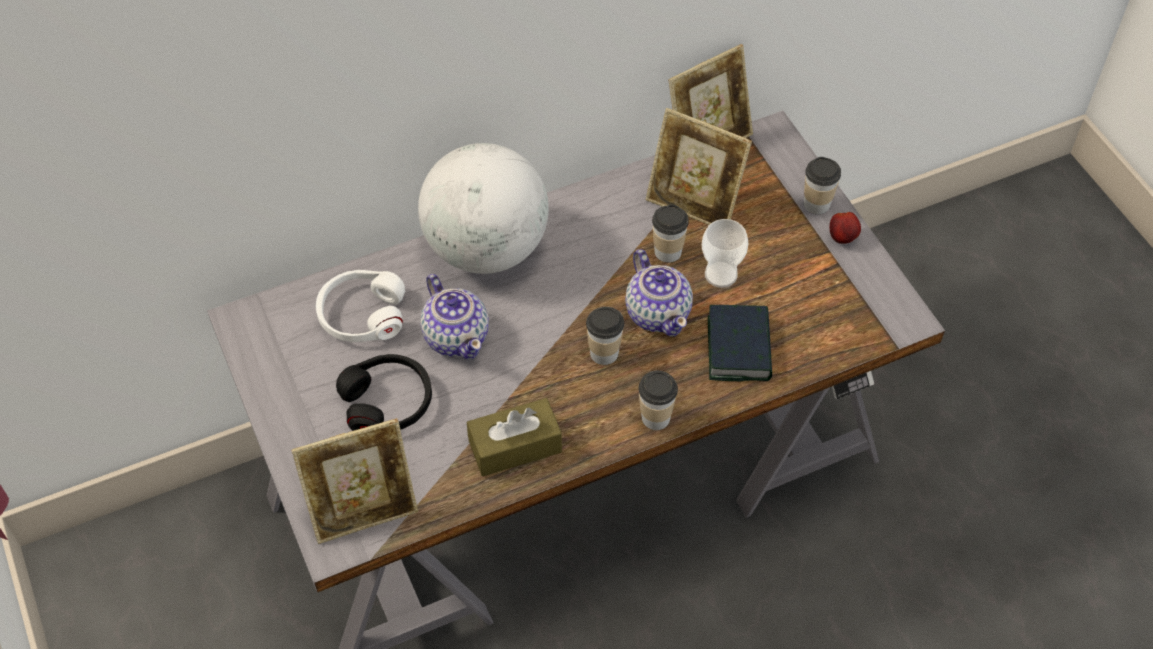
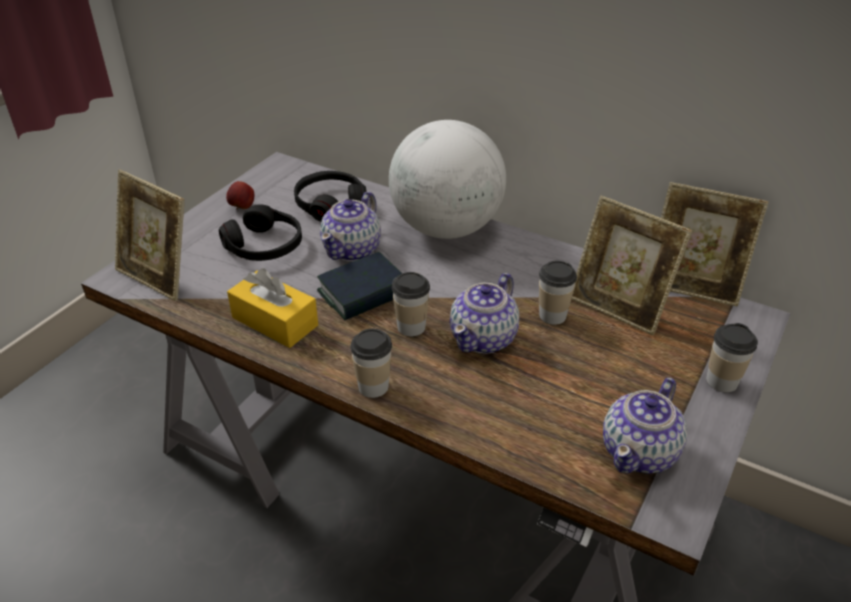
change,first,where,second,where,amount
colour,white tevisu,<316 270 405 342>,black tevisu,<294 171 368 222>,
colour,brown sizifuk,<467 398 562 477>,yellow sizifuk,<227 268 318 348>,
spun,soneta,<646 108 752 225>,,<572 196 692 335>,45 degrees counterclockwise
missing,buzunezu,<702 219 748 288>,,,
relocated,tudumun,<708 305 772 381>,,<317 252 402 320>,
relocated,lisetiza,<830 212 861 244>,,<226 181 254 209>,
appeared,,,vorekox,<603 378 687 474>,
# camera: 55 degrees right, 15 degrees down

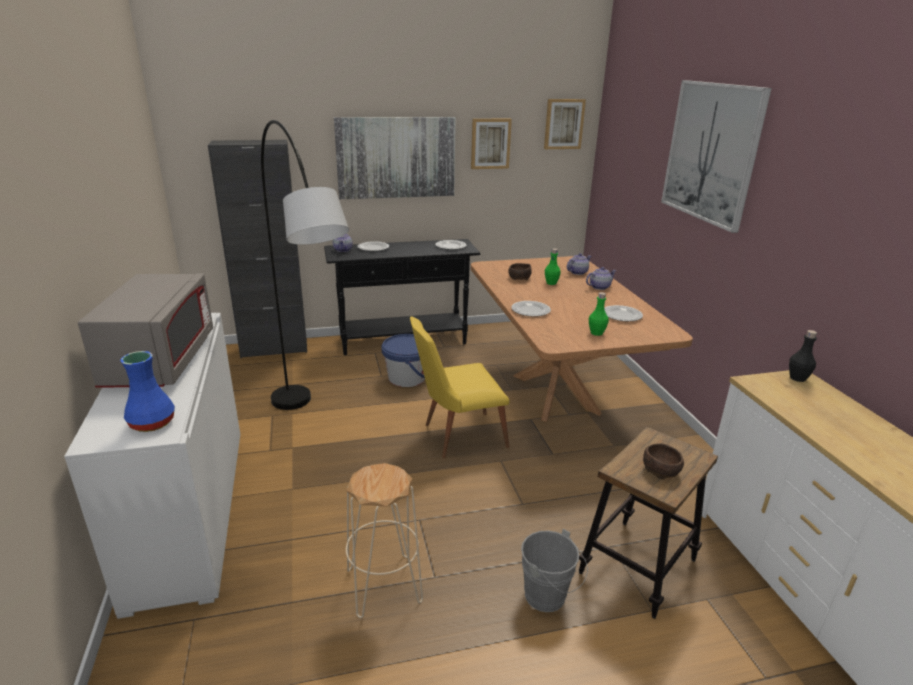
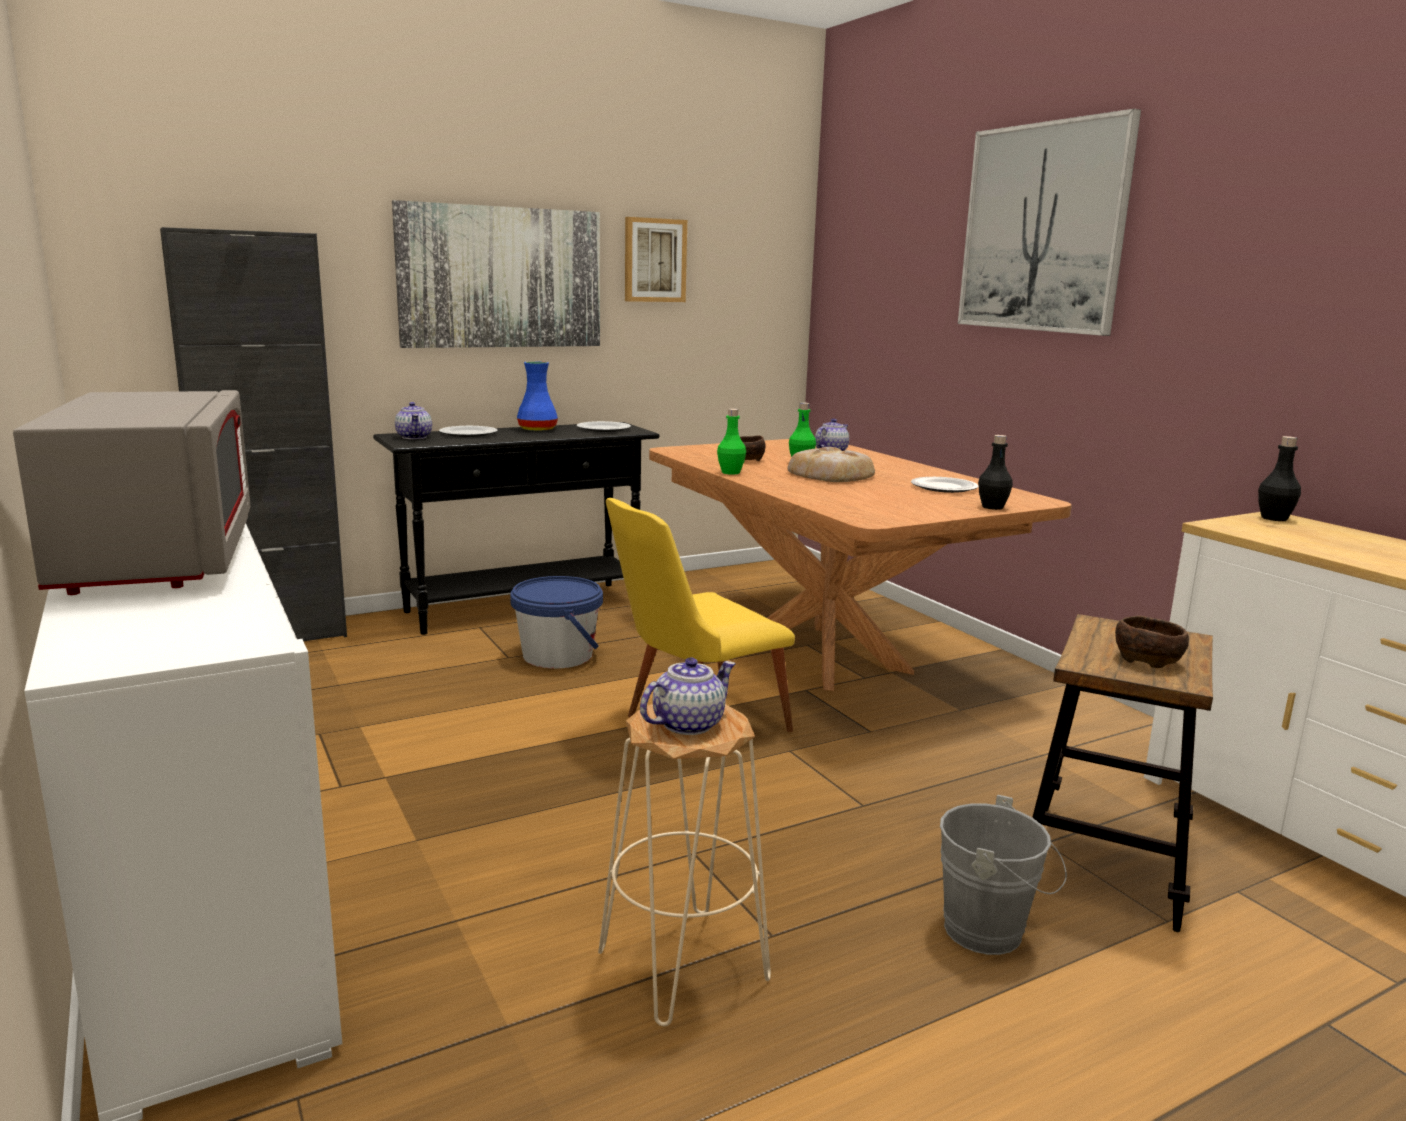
change,first,where,second,where,amount
relocated,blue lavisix,<120 351 175 432>,,<517 361 558 431>,
missing,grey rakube,<261 120 349 410>,,,
missing,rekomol,<511 301 551 317>,,,
missing,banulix,<544 99 586 149>,,,
relocated,vorekox,<586 267 617 290>,,<640 658 736 735>,
relocated,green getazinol,<589 292 609 336>,,<717 409 746 475>,
appeared,,,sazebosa,<787 447 875 482>,
appeared,,,black getazinol,<978 435 1013 510>,
# camera: 15 degrees left, 10 degrees down

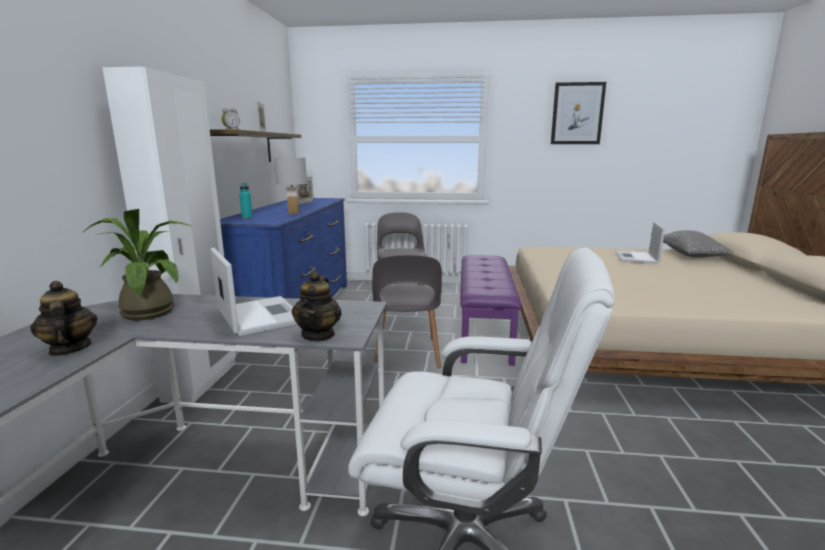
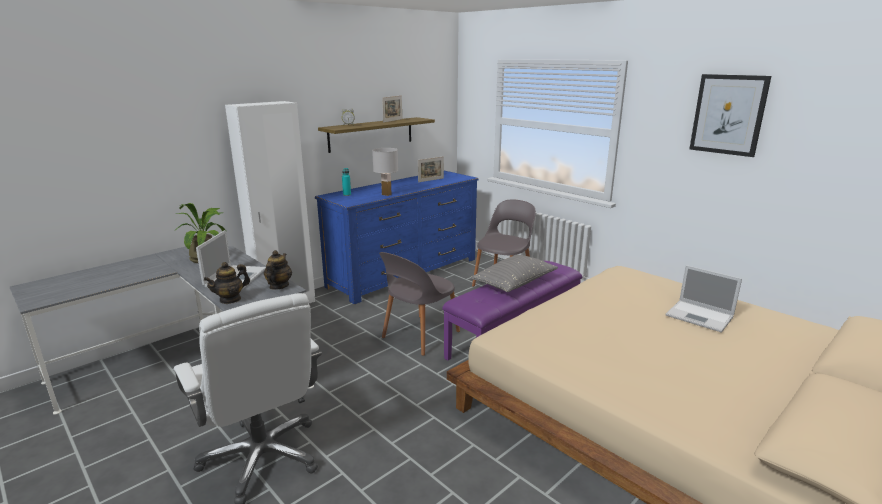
change,first,where,second,where,amount
relocated,vorekox,<30 281 98 356>,,<264 250 292 290>,
spun,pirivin,<616 222 665 264>,,<666 265 742 333>,105 degrees counterclockwise
relocated,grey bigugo,<663 230 733 258>,,<471 255 558 292>,
# camera: 40 degrees right, 5 degrees up

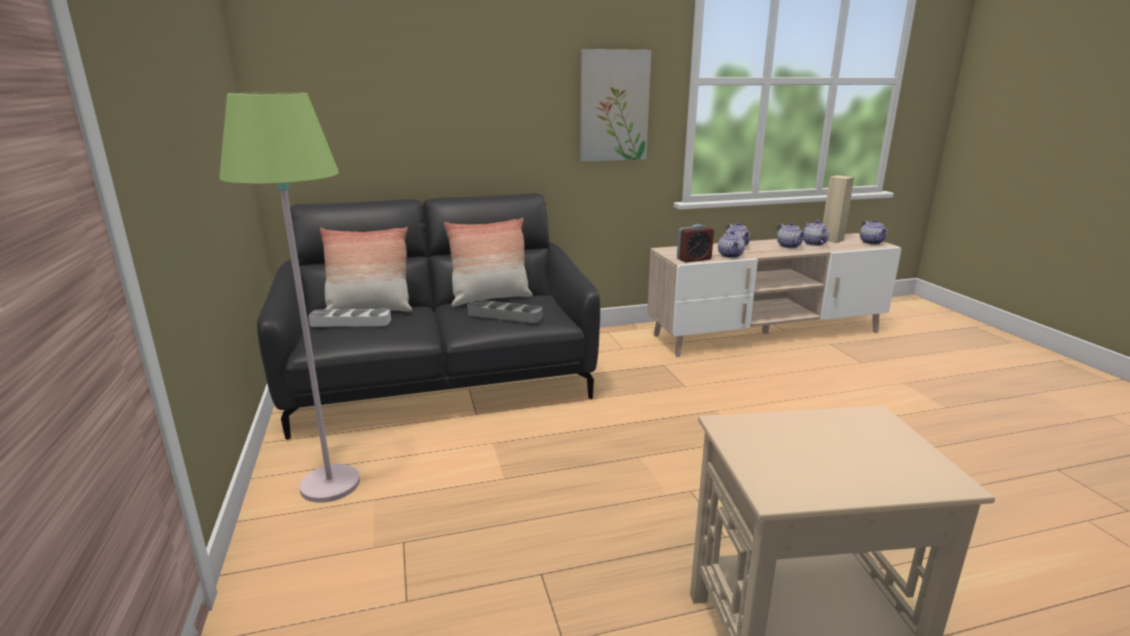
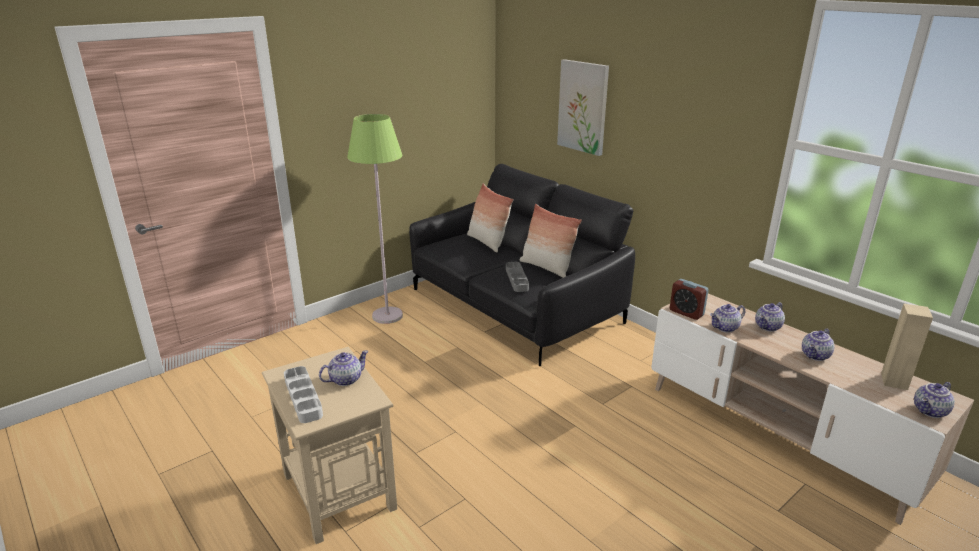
change,first,where,second,where,amount
relocated,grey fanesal,<308 309 391 327>,,<284 366 323 423>,
relocated,banulix,<580 49 651 161>,,<557 59 609 156>,
relocated,vorekox,<803 220 829 246>,,<319 350 369 386>,
# camera: 65 degrees right, 5 degrees up

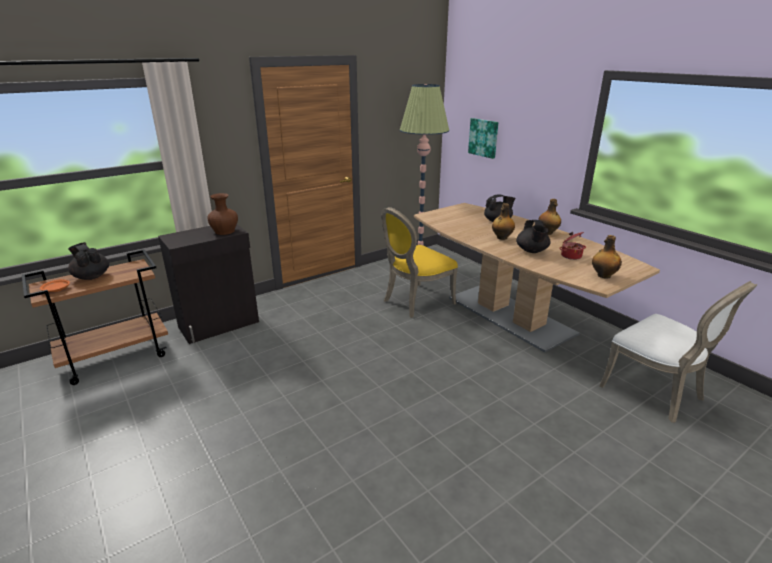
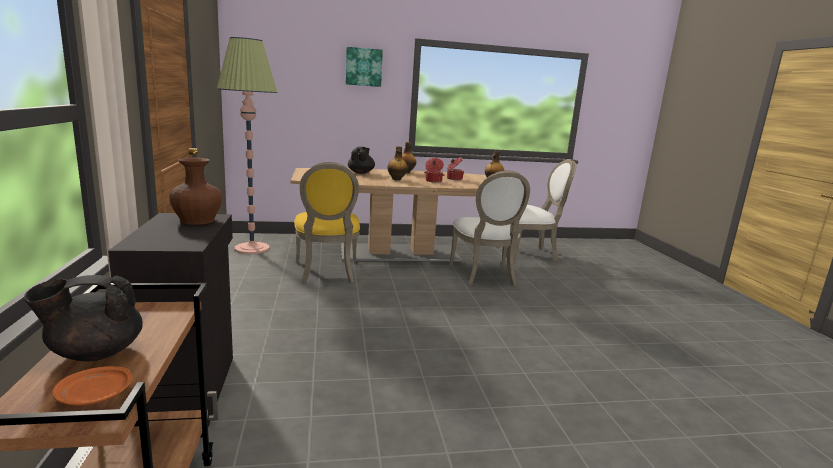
change,first,where,second,where,amount
relocated,banulix,<468 118 498 159>,,<346 47 383 87>,
exchanged,black vorekox,<516 220 551 253>,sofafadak,<424 158 445 183>,
appeared,,,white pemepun,<449 170 530 285>,
# camera: 65 degrees left, 10 degrees down

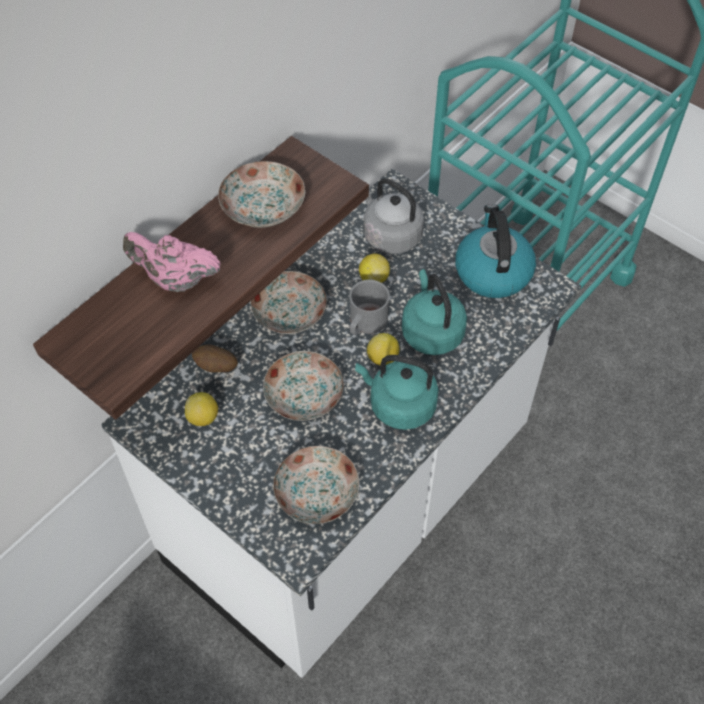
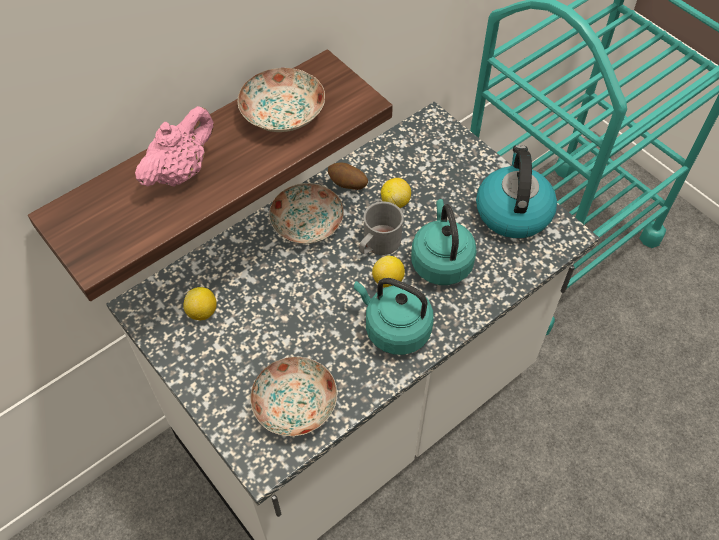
change,first,where,second,where,amount
spun,pink vorekox,<123 232 221 292>,,<135 106 214 187>,105 degrees clockwise
relocated,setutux,<192 345 238 372>,,<328 163 368 190>,
missing,rekomol,<263 351 343 421>,,,
missing,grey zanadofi,<364 178 424 254>,,,
# camera: 10 degrees right, 0 degrees up

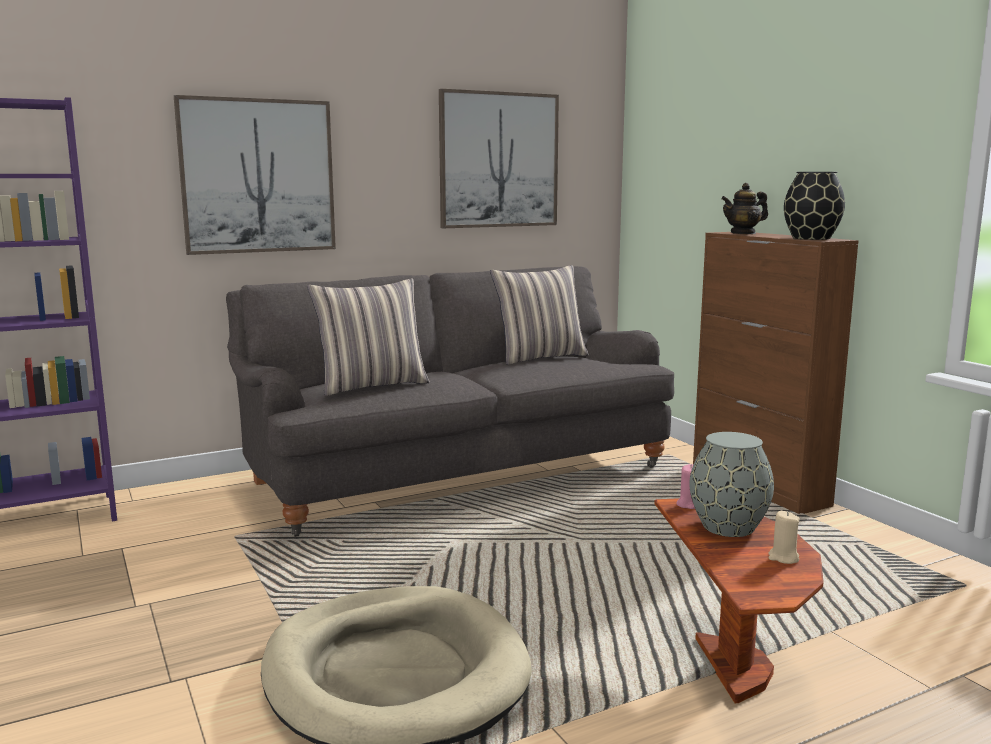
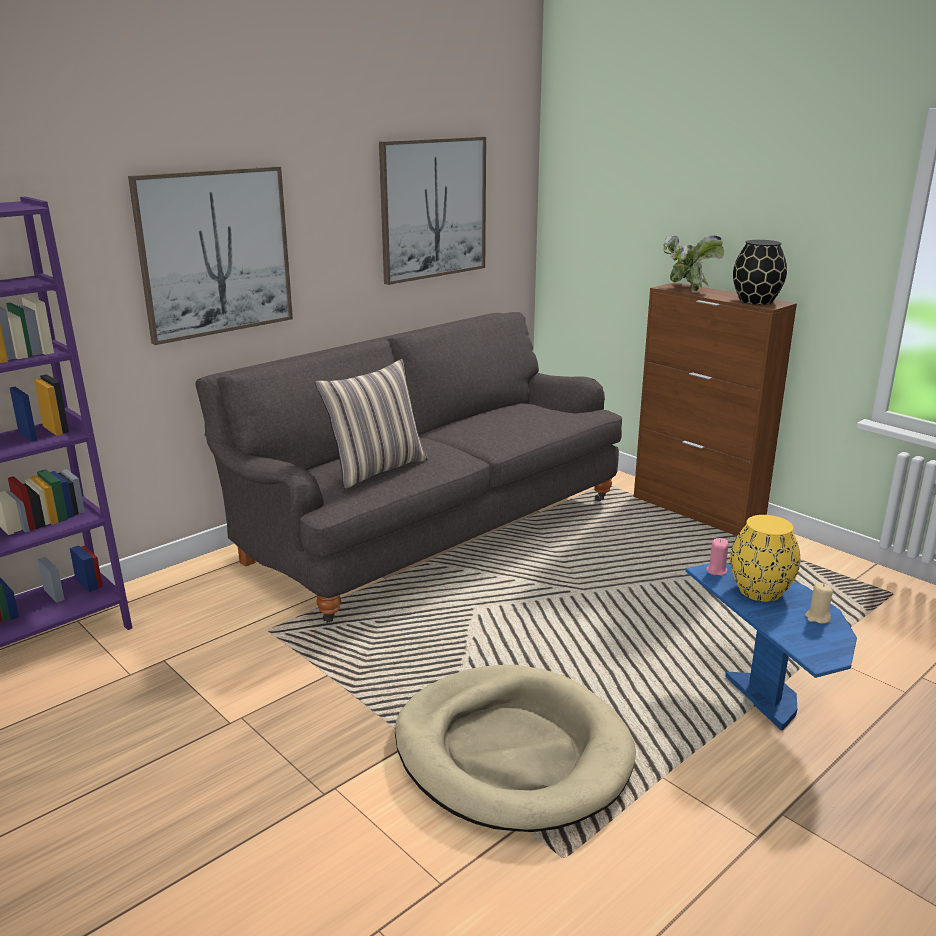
change,first,where,second,where,amount
missing,bigugo,<490 265 589 365>,,,
colour,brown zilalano,<654 498 824 703>,blue zilalano,<686 563 857 730>,
colour,grey lavisix,<689 432 774 537>,yellow lavisix,<730 515 801 602>,
exchanged,vorekox,<721 183 768 234>,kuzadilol,<663 236 724 291>,
# camera: 15 degrees left, 10 degrees up

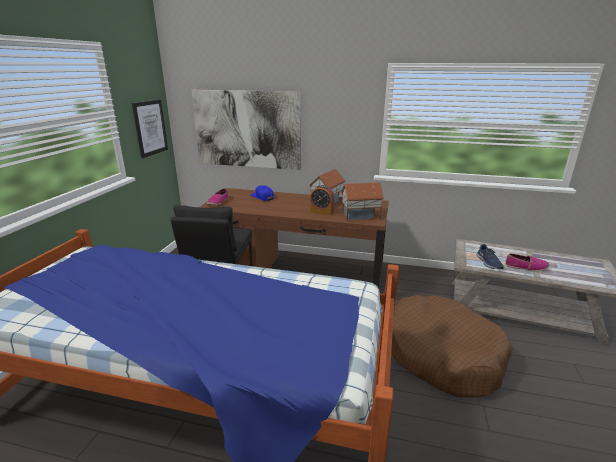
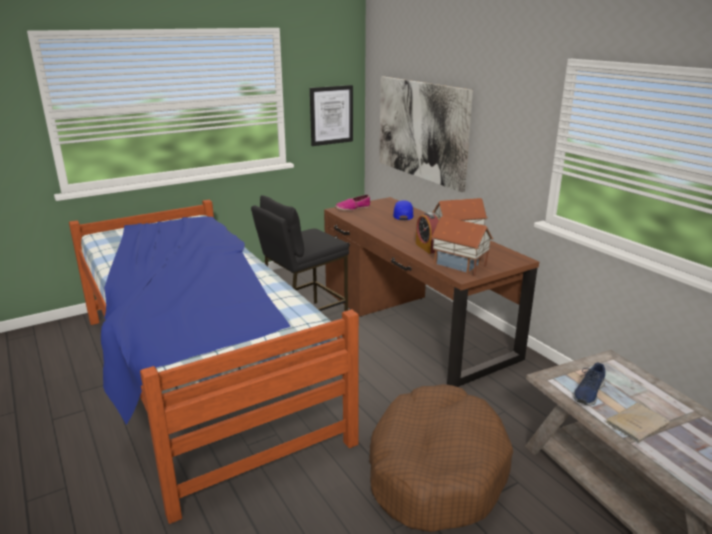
change,first,where,second,where,amount
exchanged,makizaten,<505 254 549 272>,beige tudumun,<606 403 670 443>,
# camera: 45 degrees right, 0 degrees up

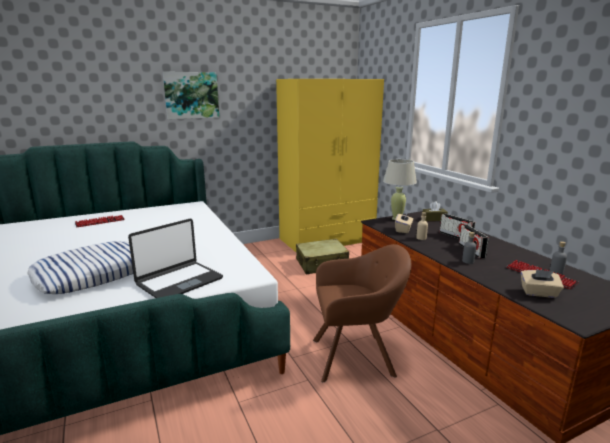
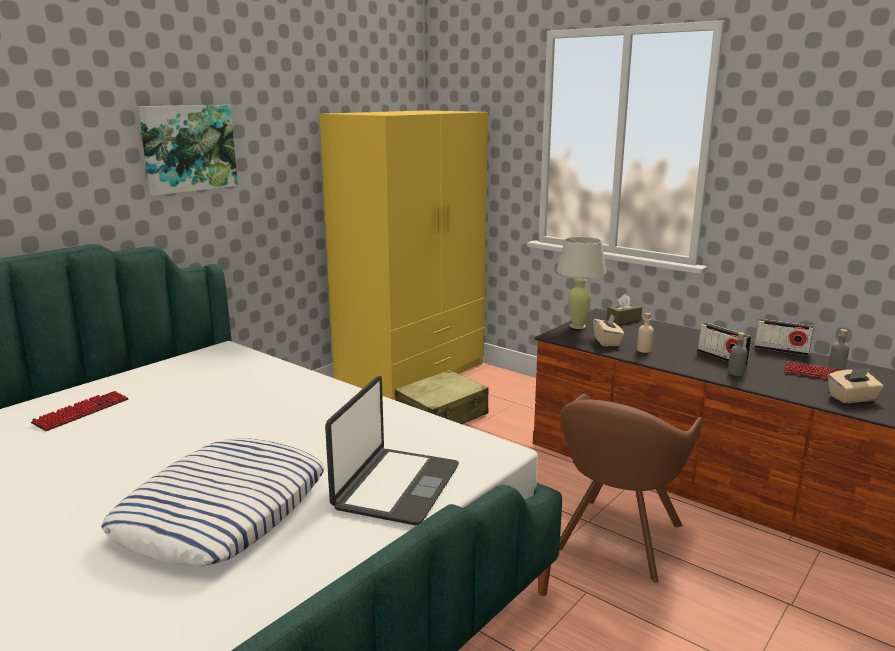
change,first,where,second,where,amount
spun,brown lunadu,<313 244 411 382>,,<559 394 702 583>,150 degrees clockwise
relocated,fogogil,<440 213 475 239>,,<754 319 814 356>,
# camera: 25 degrees left, 0 degrees up

